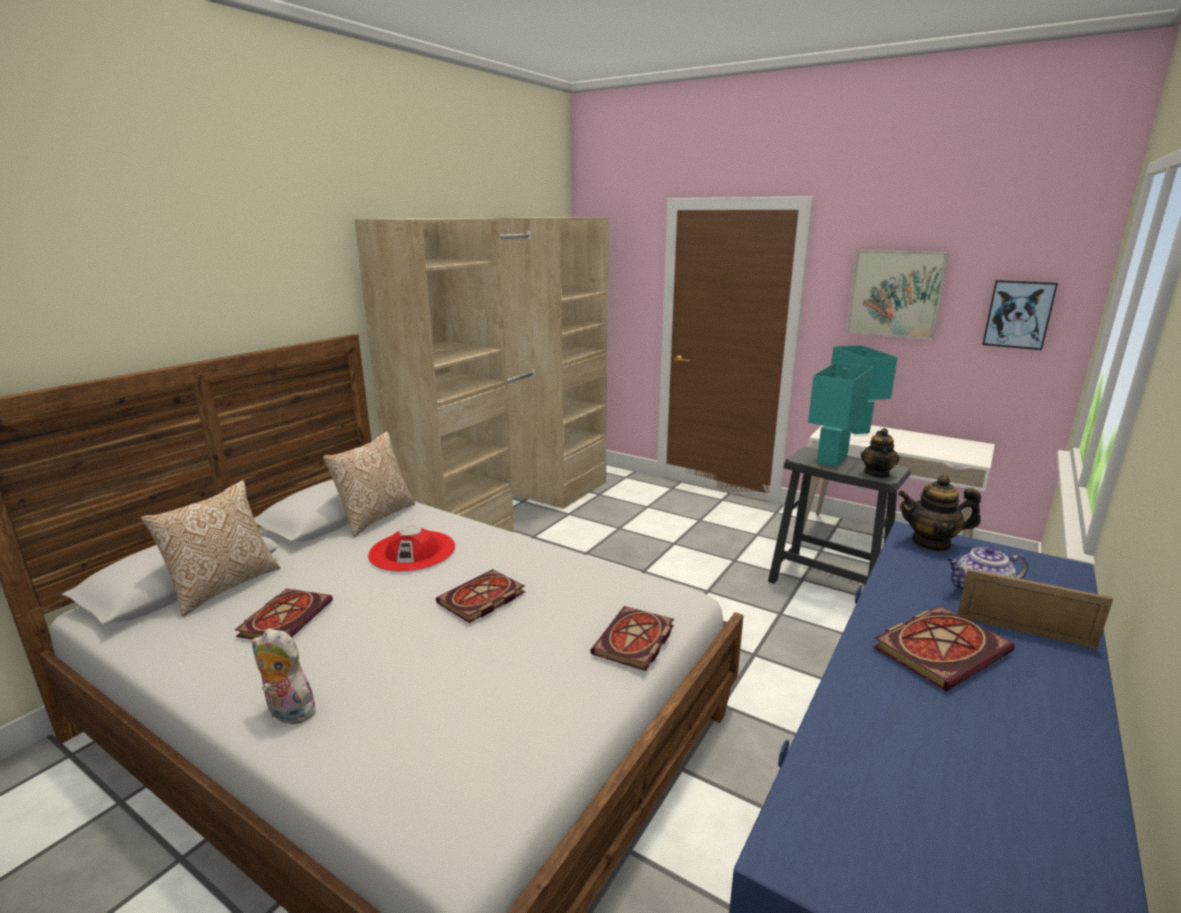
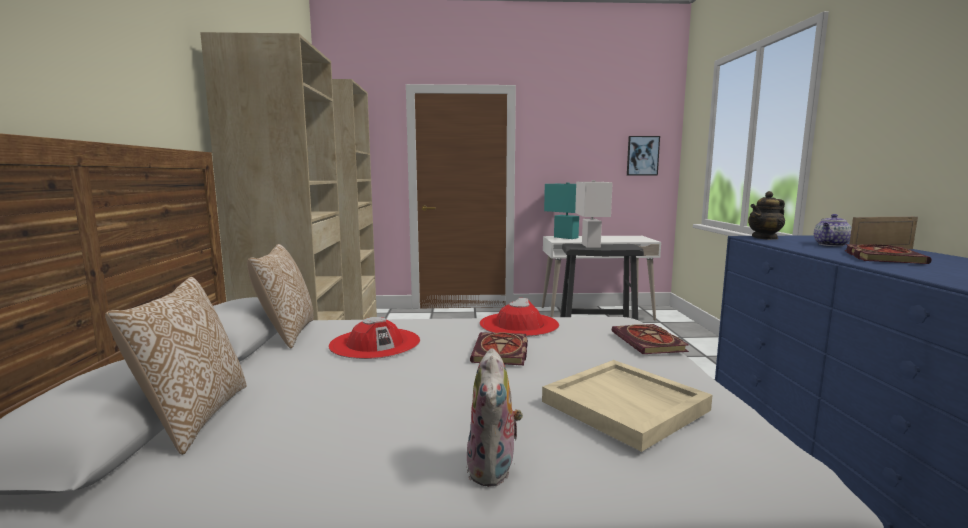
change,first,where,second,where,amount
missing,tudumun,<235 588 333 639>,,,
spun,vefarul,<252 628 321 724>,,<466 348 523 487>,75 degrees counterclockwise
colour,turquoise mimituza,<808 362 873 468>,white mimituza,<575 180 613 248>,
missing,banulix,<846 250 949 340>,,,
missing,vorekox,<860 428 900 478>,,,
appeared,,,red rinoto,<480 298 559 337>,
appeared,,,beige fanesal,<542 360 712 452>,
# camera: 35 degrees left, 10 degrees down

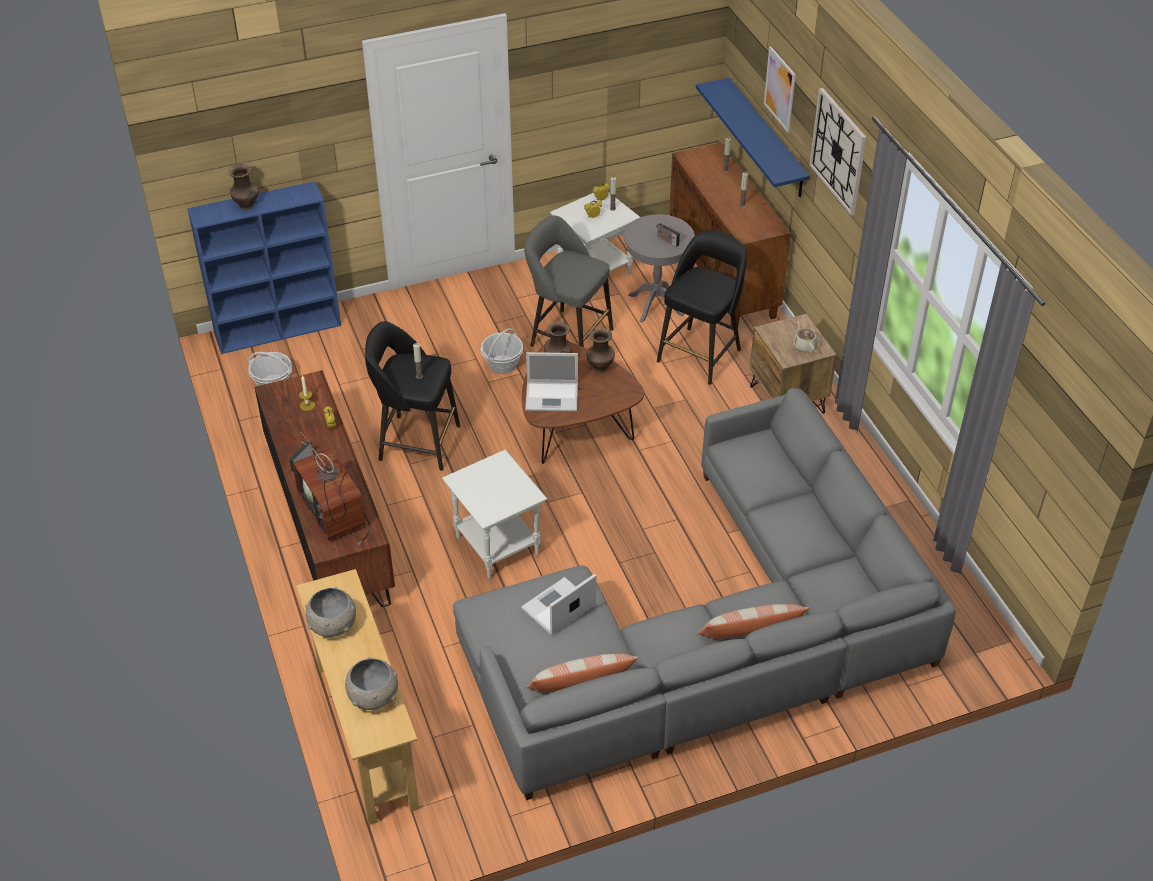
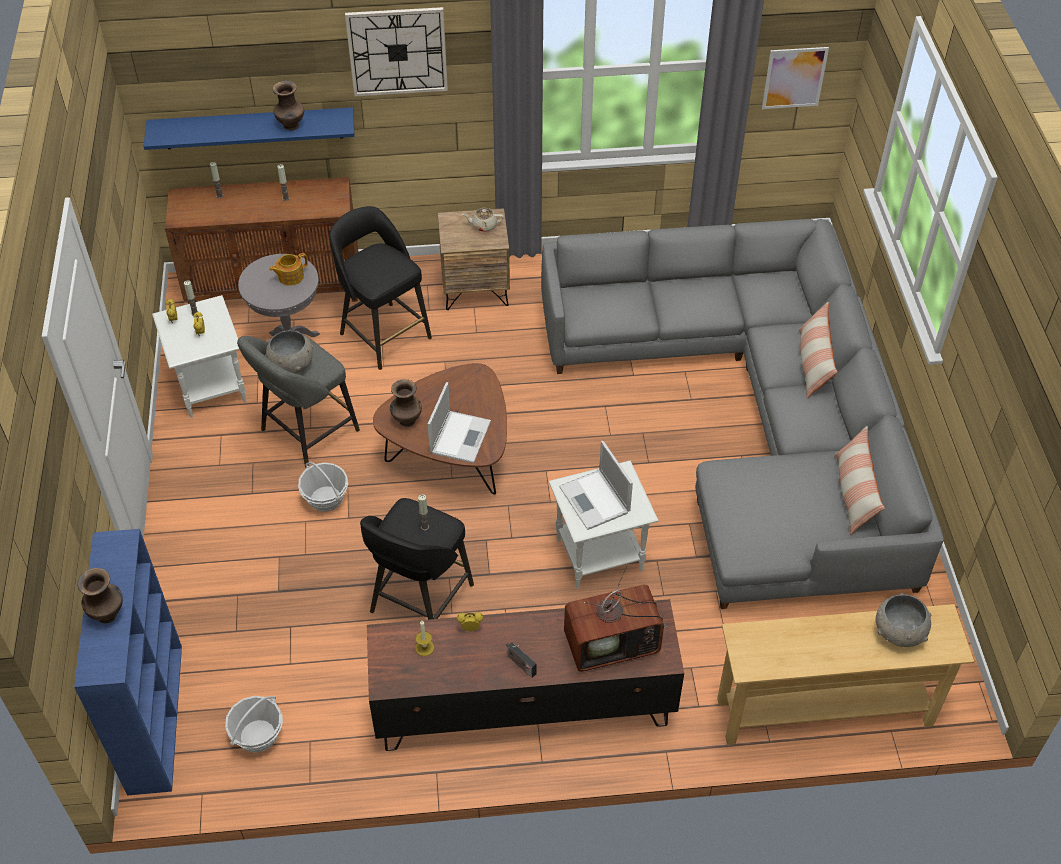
change,first,where,second,where,amount
relocated,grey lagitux,<305 587 356 637>,,<265 331 313 373>,
relocated,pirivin,<521 574 596 635>,,<559 441 633 530>,
relocated,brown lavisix,<586 328 615 373>,,<272 81 304 131>,
exchanged,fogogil,<656 221 680 247>,vorekox,<269 253 308 286>,
relocated,banulix,<764 47 796 132>,,<762 47 829 109>,
# camera: 75 degrees left, 5 degrees up

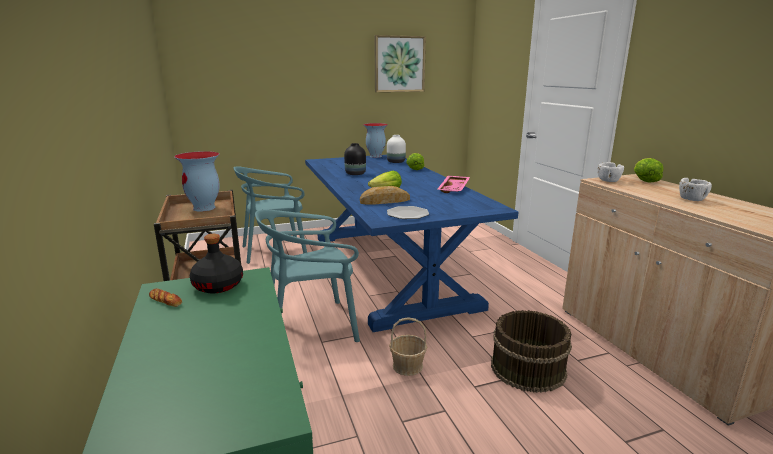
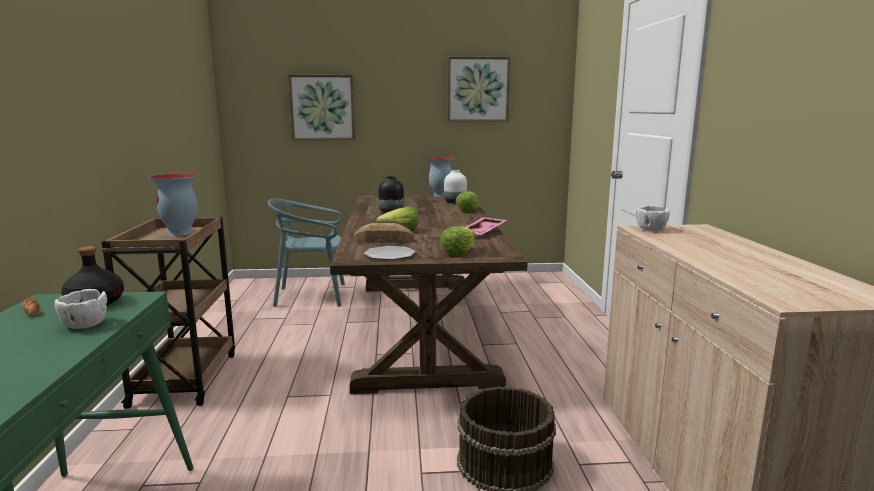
change,first,where,second,where,amount
missing,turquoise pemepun,<255 210 360 342>,,,
colour,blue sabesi,<305 155 518 332>,brown sabesi,<330 195 528 394>,
missing,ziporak,<389 317 427 376>,,,
relocated,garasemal,<634 158 664 183>,,<440 226 476 255>,
relocated,white lagitux,<679 178 712 201>,,<54 289 107 329>,
appeared,,,banulix,<288 75 355 140>,
# camera: 15 degrees right, 5 degrees down

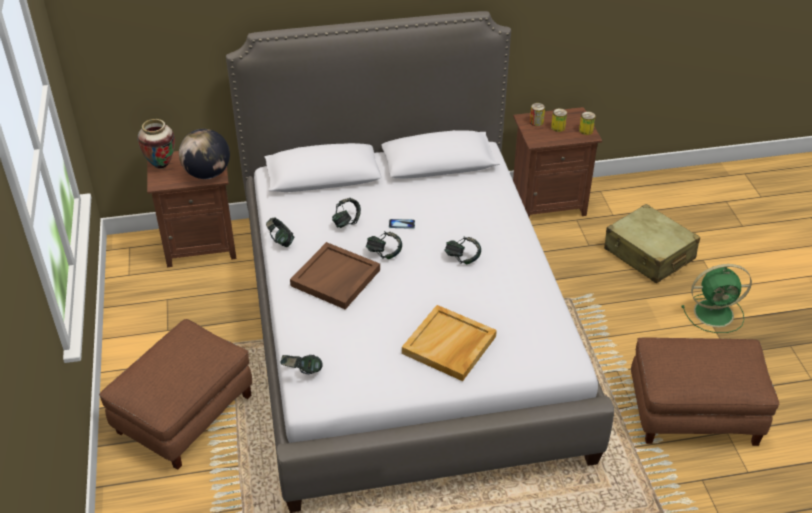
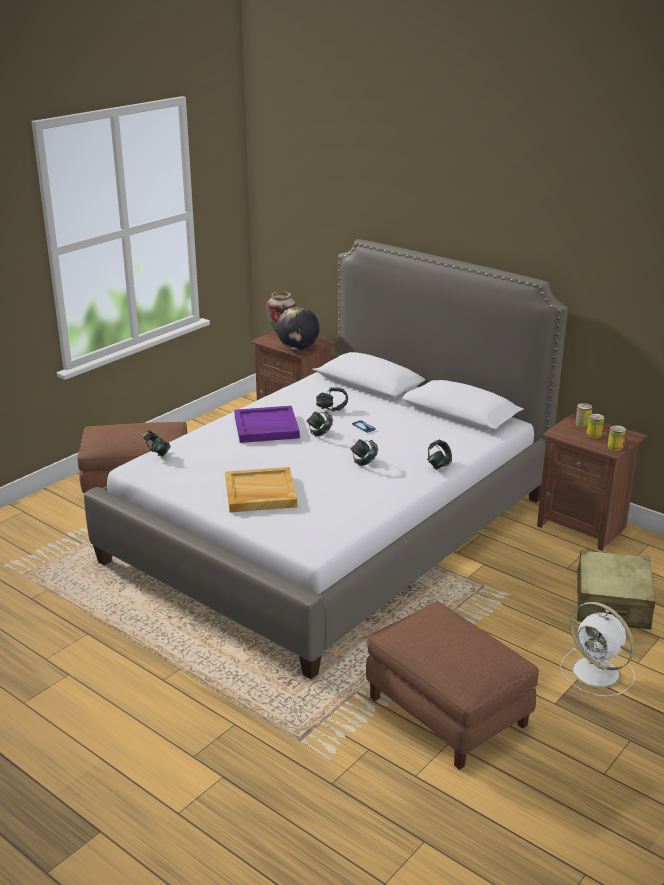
change,first,where,second,where,amount
relocated,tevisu,<266 218 295 247>,,<427 440 452 470>,
colour,brown fanesal,<290 242 380 309>,purple fanesal,<234 406 300 443>,
colour,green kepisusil,<682 264 752 333>,white kepisusil,<560 602 635 697>,
# camera: 50 degrees right, 15 degrees down

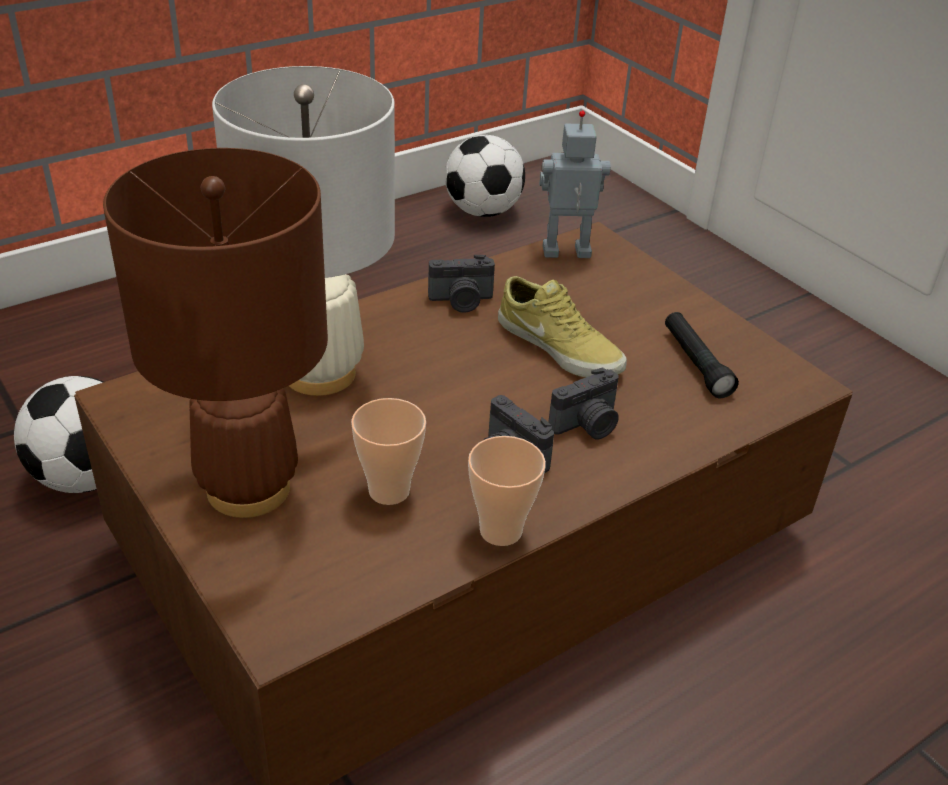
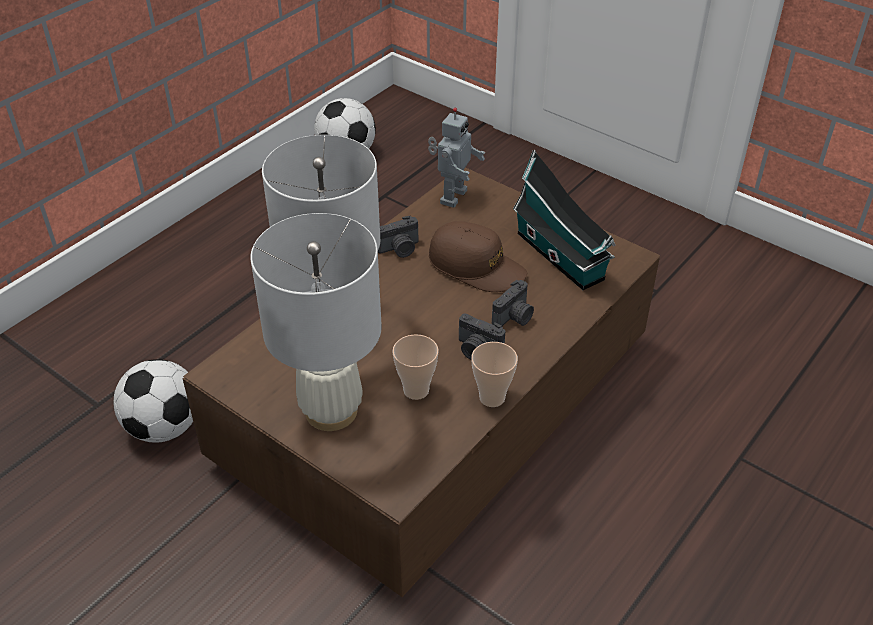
change,first,where,second,where,amount
colour,brown mimituza,<103 148 328 518>,white mimituza,<250 213 382 431>,
exchanged,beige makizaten,<498 276 627 378>,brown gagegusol,<429 221 527 292>,
spun,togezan,<539 110 611 258>,,<428 108 485 208>,135 degrees clockwise
exchanged,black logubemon,<665 312 739 398>,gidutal,<513 150 616 290>,
# camera: 15 degrees left, 5 degrees up

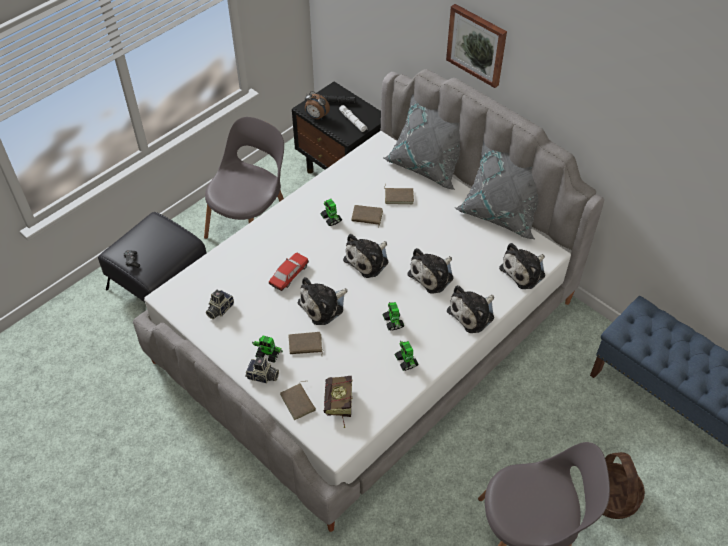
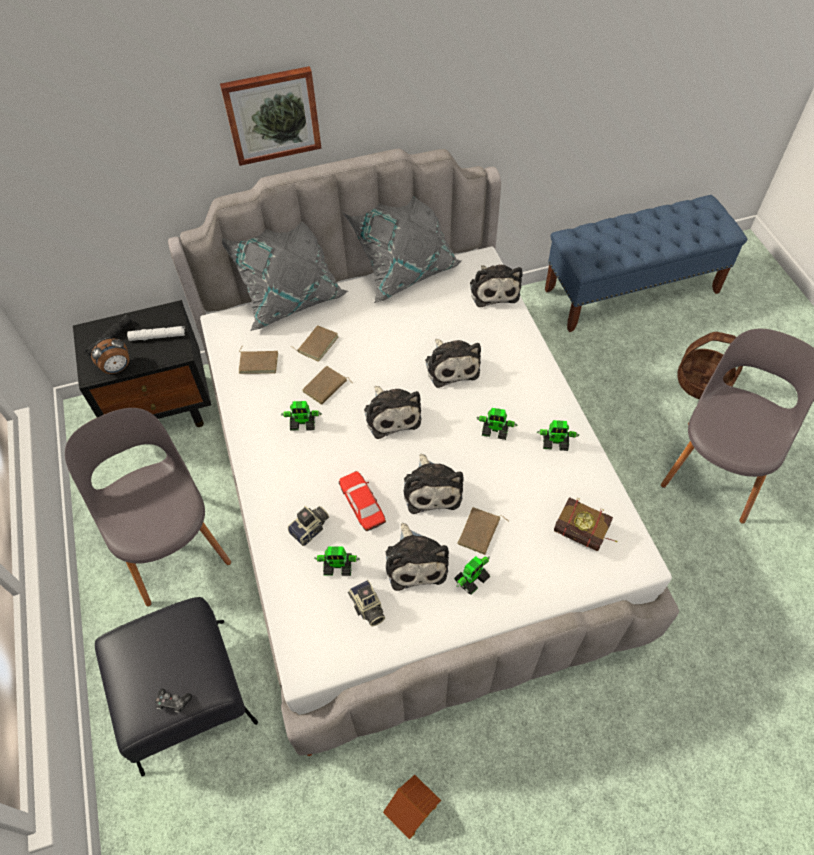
change,first,where,second,where,amount
relocated,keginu,<245 357 279 384>,,<288 506 329 546>,
relocated,brown tudumun,<280 381 316 420>,,<239 345 278 374>,
relocated,vefarul,<447 285 494 333>,,<386 523 449 591>,
appeared,,,togezan,<314 546 360 576>,
appeared,,,gidutal,<383 775 441 840>,
# camera: 60 degrees left, 5 degrees up

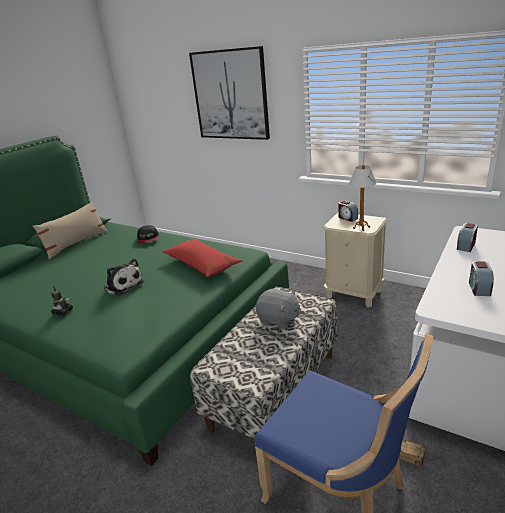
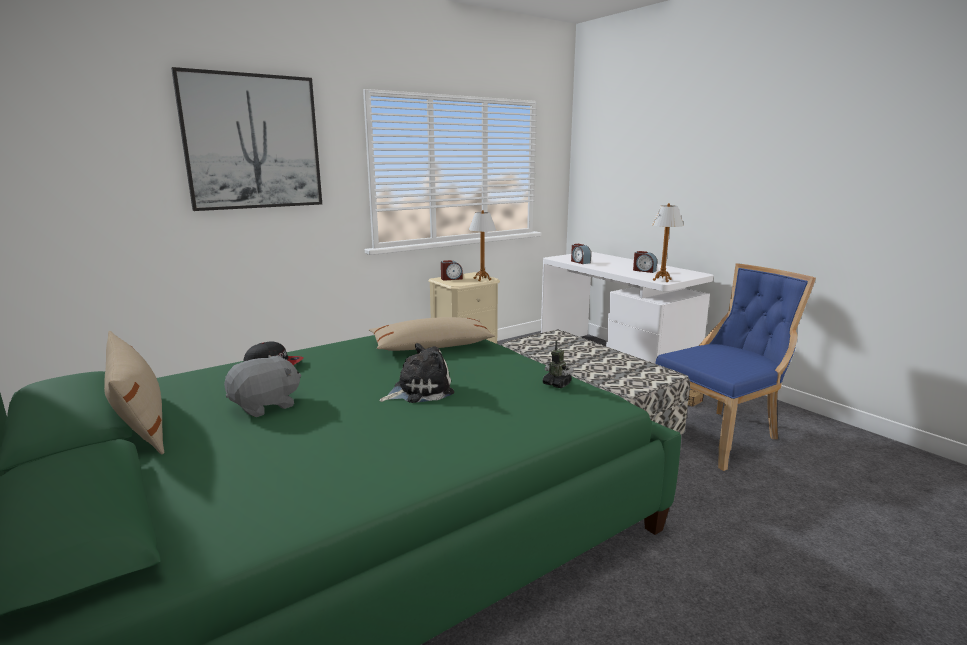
change,first,where,second,where,amount
relocated,togezan,<51 285 73 316>,,<542 341 574 388>,
colour,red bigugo,<163 238 242 277>,beige bigugo,<369 317 495 351>,
relocated,grey vefarul,<256 289 302 329>,,<224 355 301 417>,
appeared,,,mimituza,<651 203 684 282>,
# camera: 70 degrees left, 10 degrees down

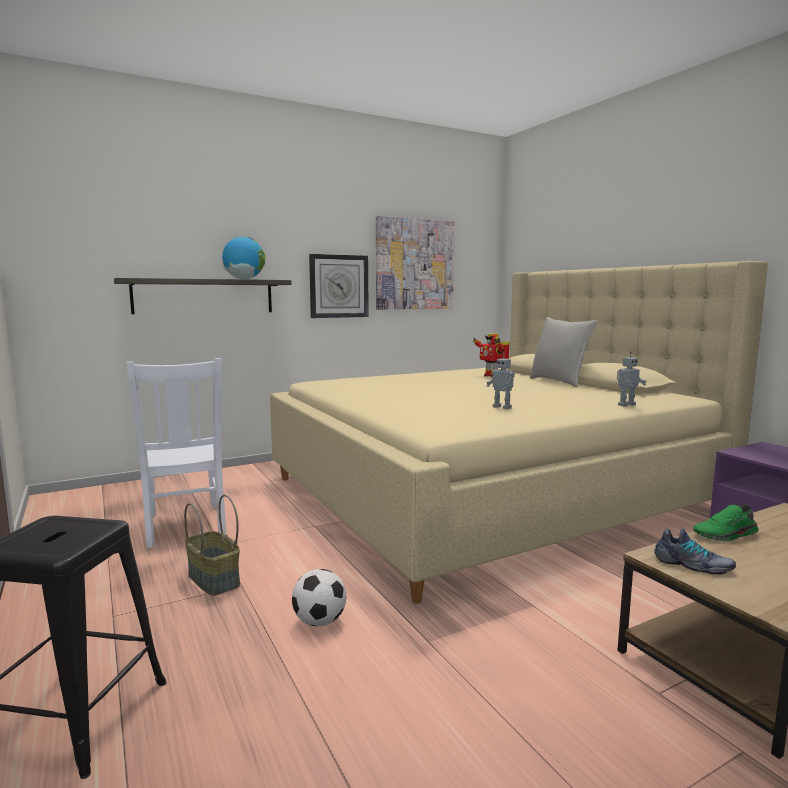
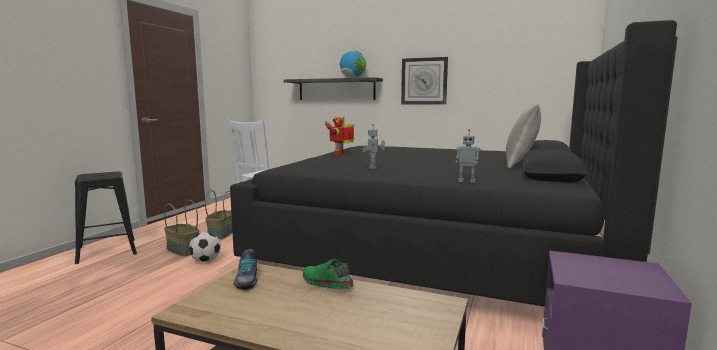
change,first,where,second,where,amount
colour,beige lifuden,<270 261 768 604>,black lifuden,<230 20 678 307>,
missing,banulix,<376 216 455 309>,,,
relocated,togezan,<473 333 510 377>,,<325 117 354 156>,
appeared,,,ziporak,<164 200 199 256>,
# camera: 50 degrees right, 0 degrees up

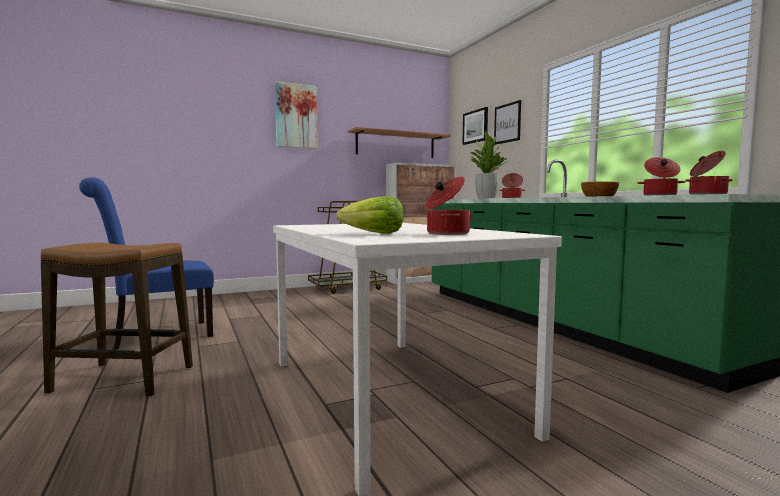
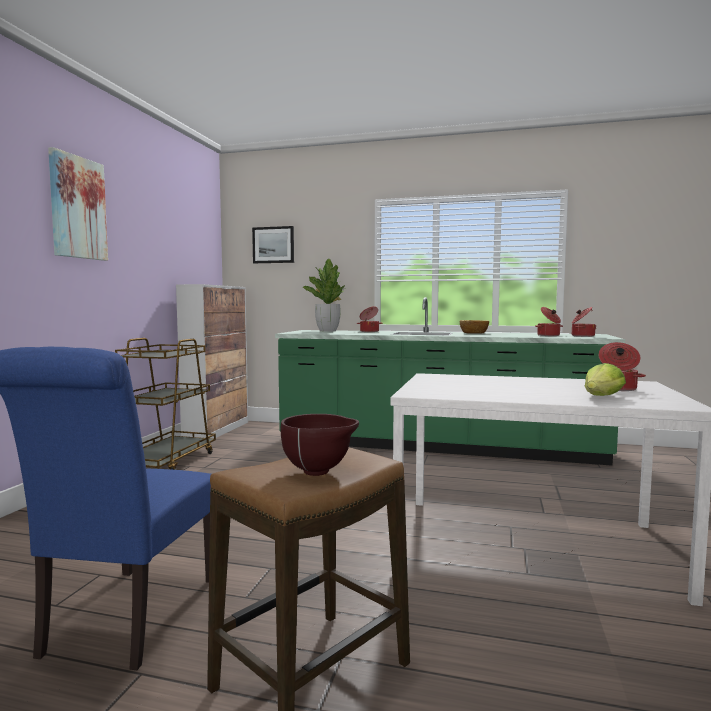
change,first,where,second,where,amount
missing,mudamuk,<348 127 451 158>,,,
missing,banulix,<494 100 521 145>,,,
appeared,,,brown lagitux,<280 414 359 476>,
# camera: 50 degrees left, 0 degrees up

